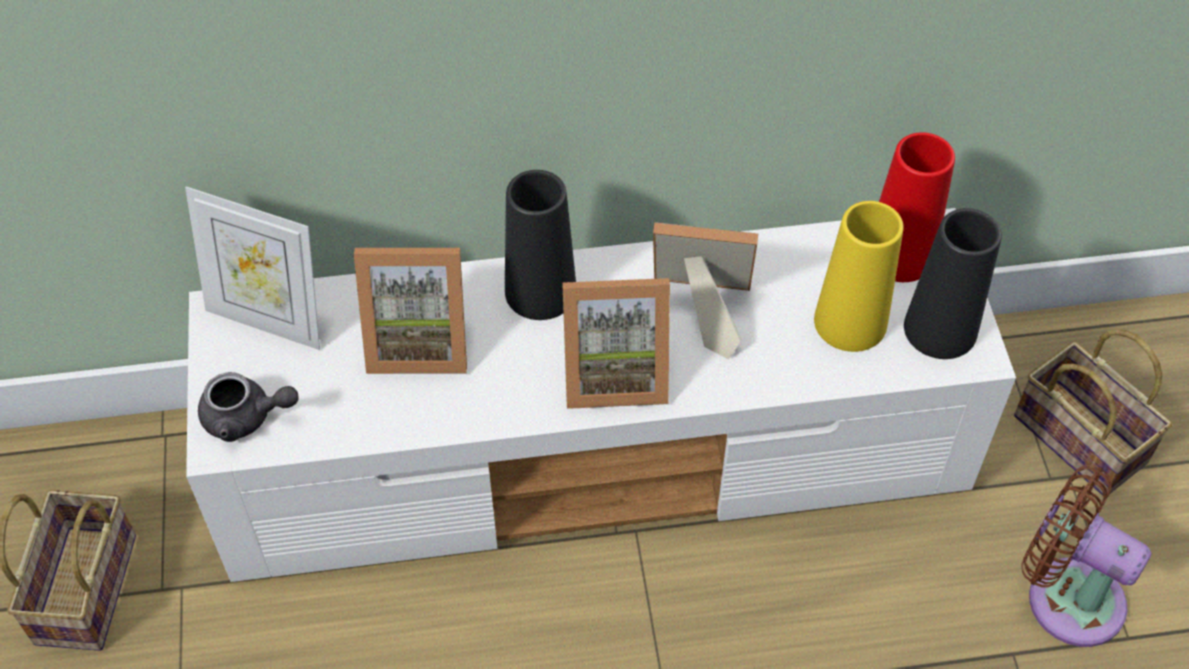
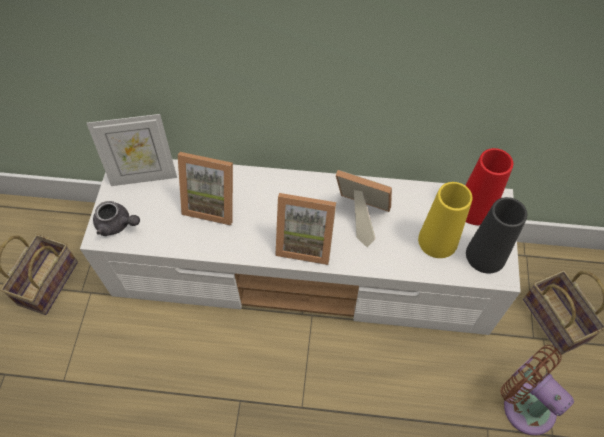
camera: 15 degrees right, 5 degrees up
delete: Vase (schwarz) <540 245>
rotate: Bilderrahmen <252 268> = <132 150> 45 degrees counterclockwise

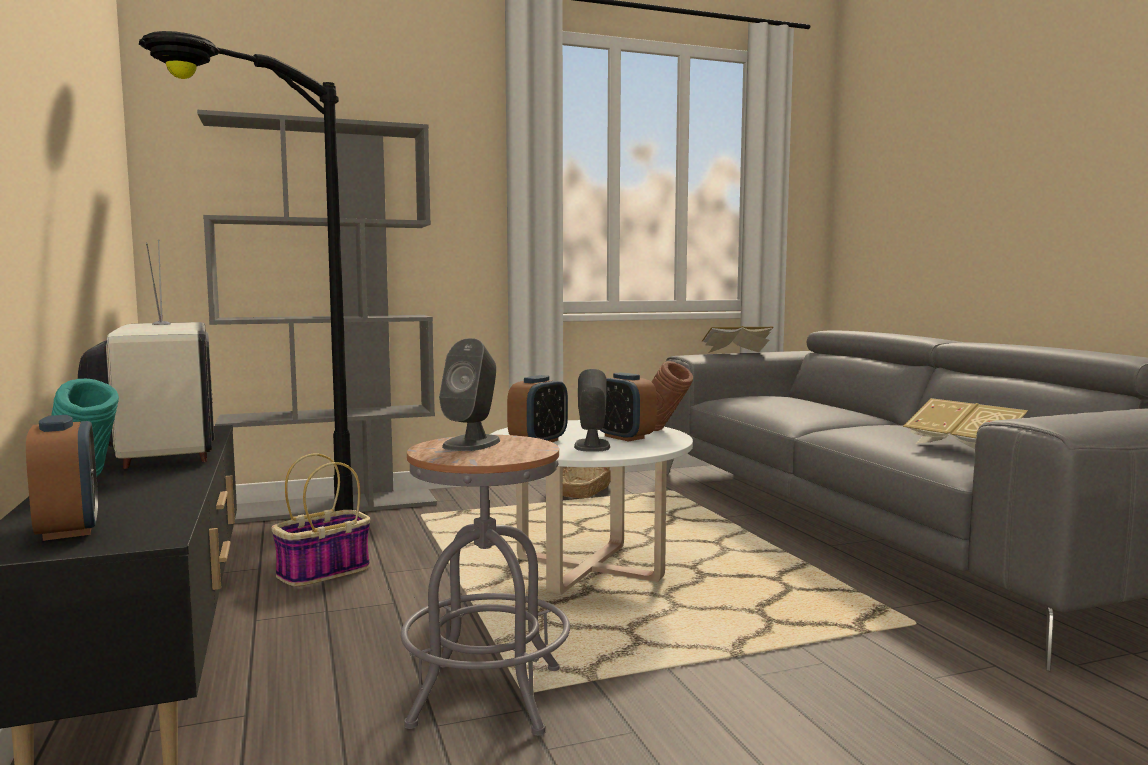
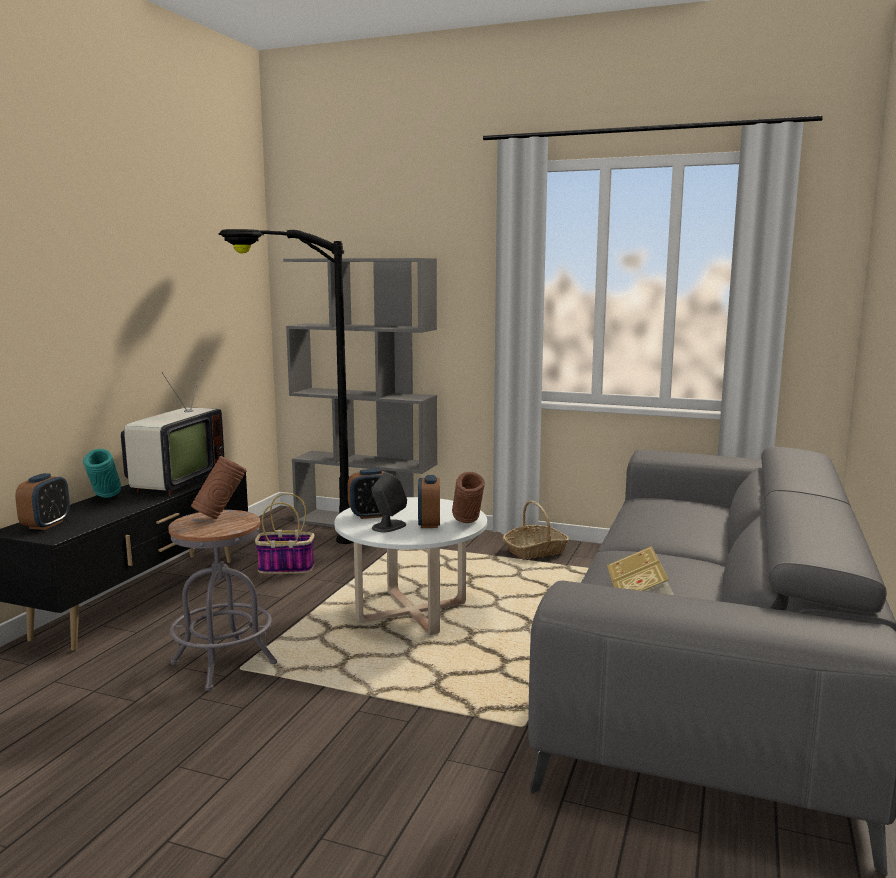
camera: 40 degrees right, 5 degrees up
delete: Buch <737 339>
replace: Lautsprecher (grau) <469 394> to Vase (braun) <218 487>

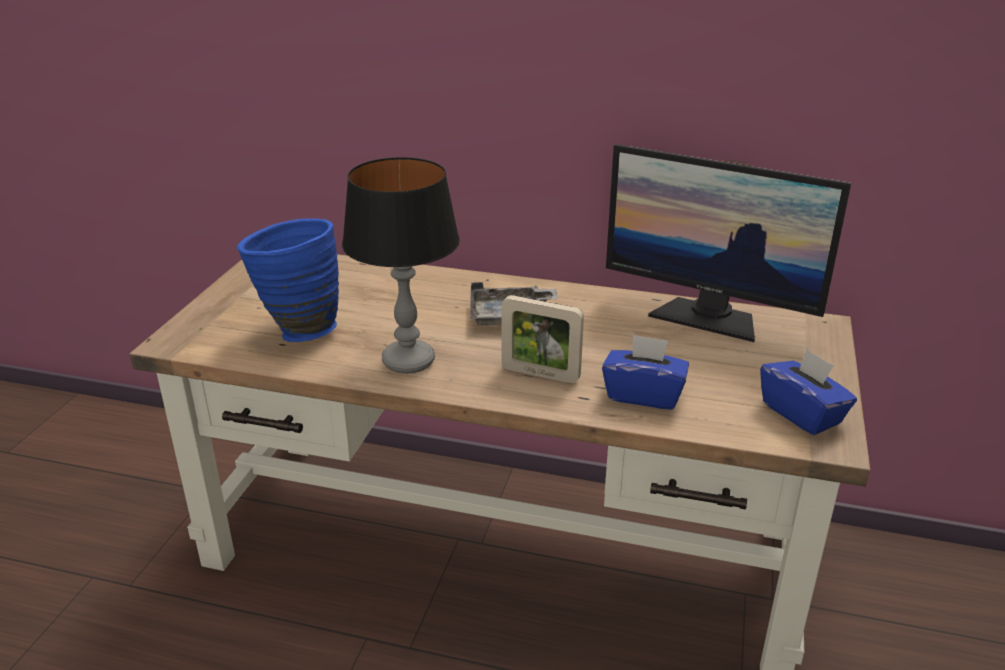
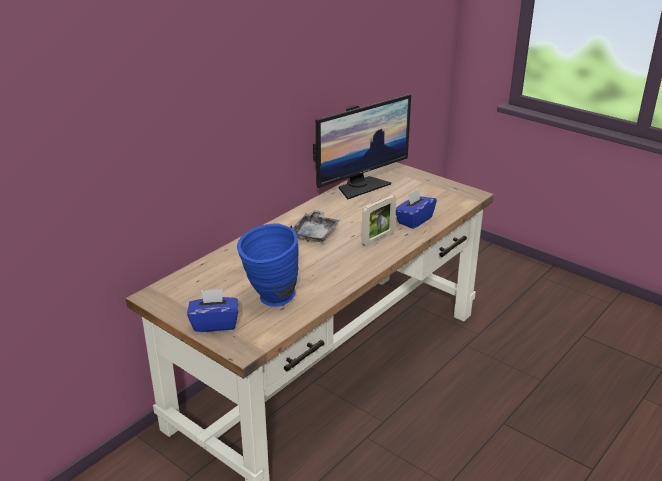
camera: 65 degrees left, 0 degrees up
delete: Tischlampe <401 265>
move: Taschentuchbox (blau) <808 392> to <212 310>

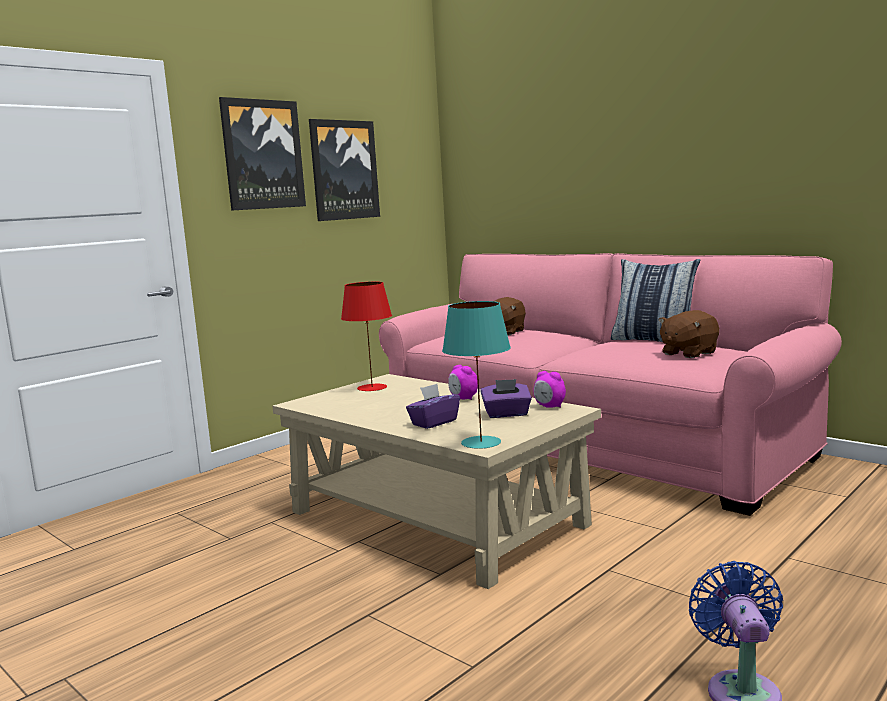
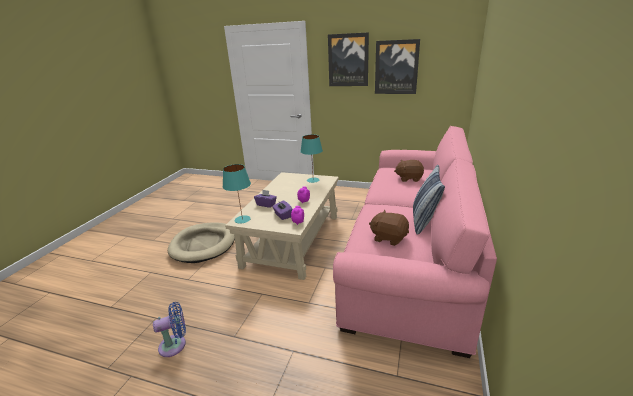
camera: 65 degrees right, 15 degrees up
insert: Hundebett (beige) <201 242>
recolor: Tischlampe (rot) <366 336> to Tischlampe (türkis) <311 158>

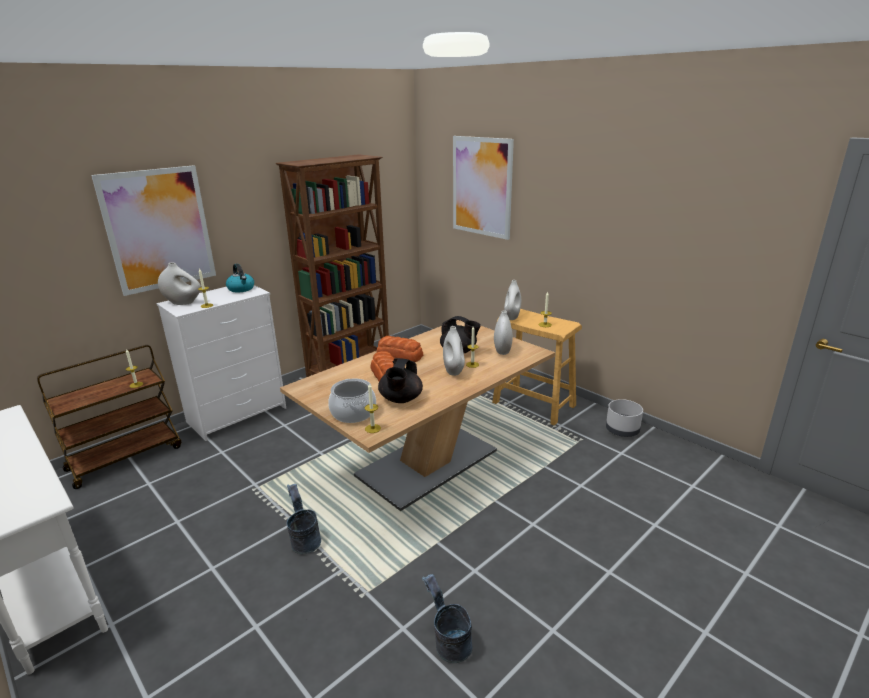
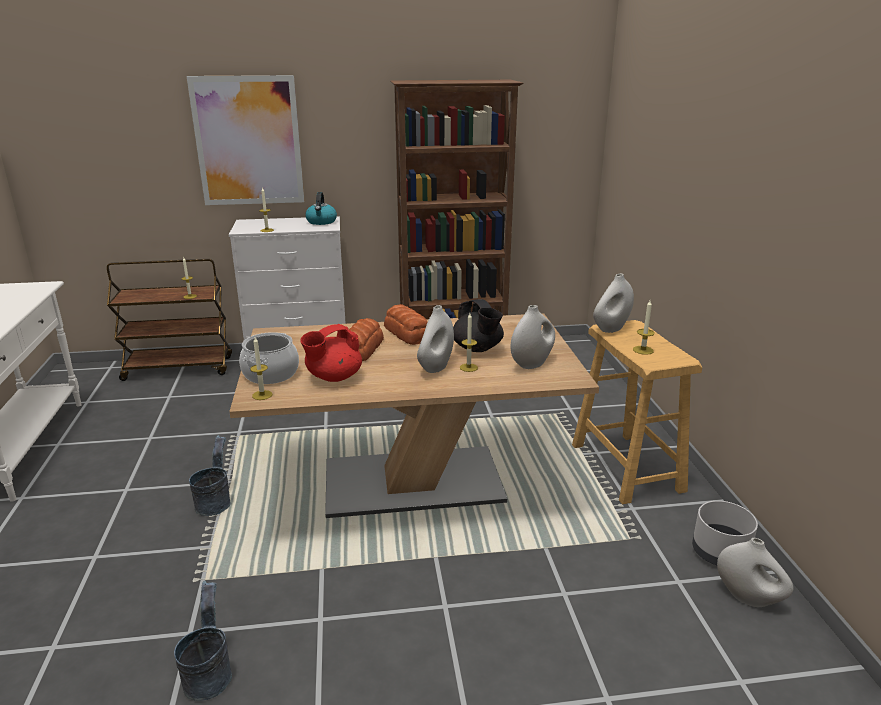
camera: 35 degrees right, 0 degrees up
delete: Bild <483 188>
move: Vase (weiß) <179 284> to <755 572>
recolor: Teekanne (schwarz) <400 380> to Teekanne (rot) <331 353>

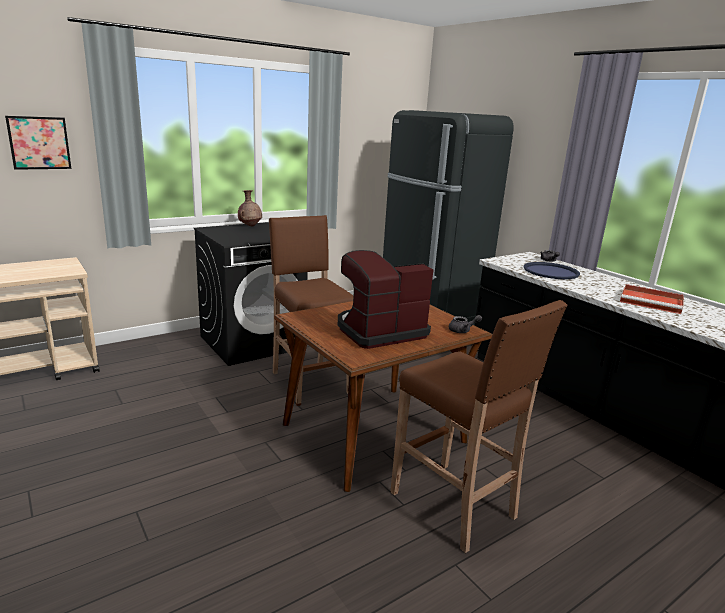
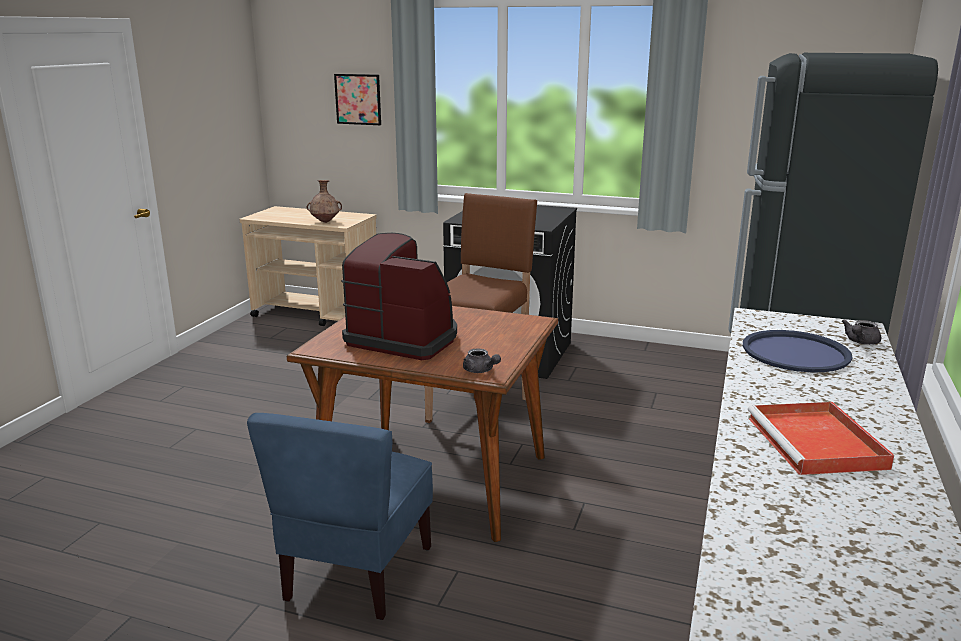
camera: 55 degrees right, 0 degrees up
move: Vase (braun) <250 208> to <324 201>
replace: Hocker (braun) <478 426> to Stuhl (blau) <340 516>

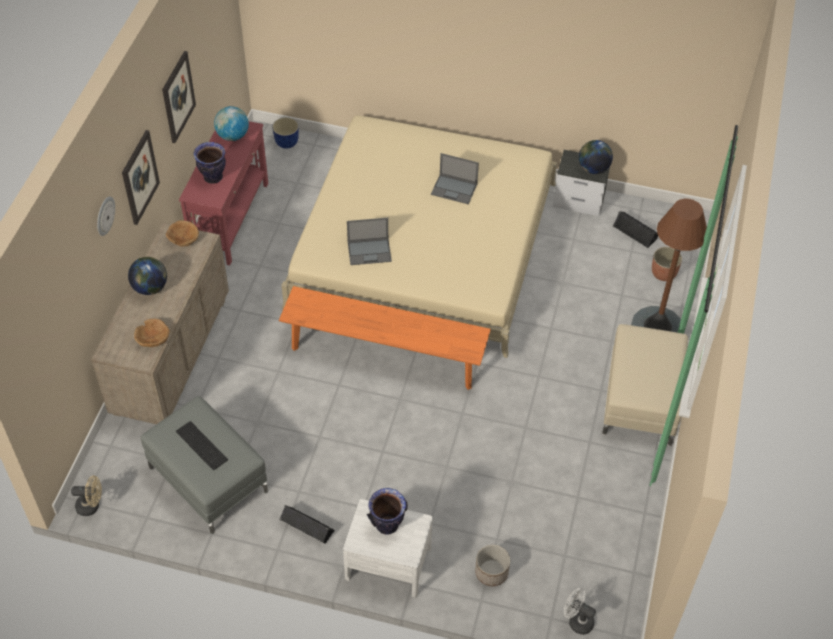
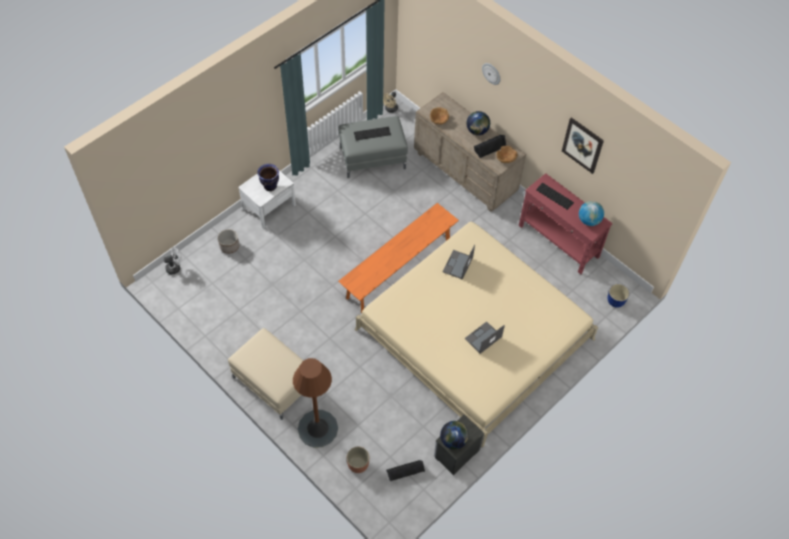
camera: 120 degrees right, 5 degrees up
delete: Bild <141 177>
move: Lautsprecher (schwarz) <307 524> to <490 146>
replace: Vase <209 163> to Tastatur <555 196>

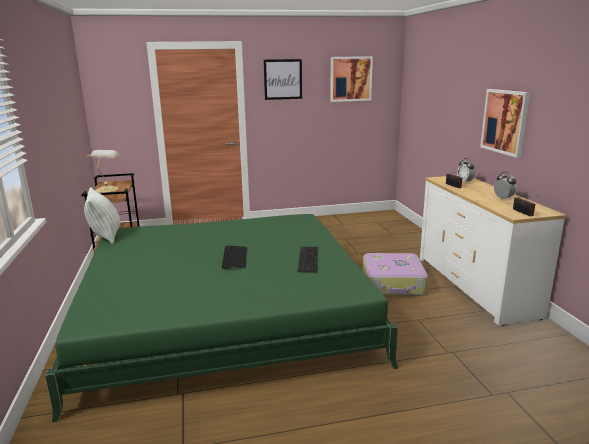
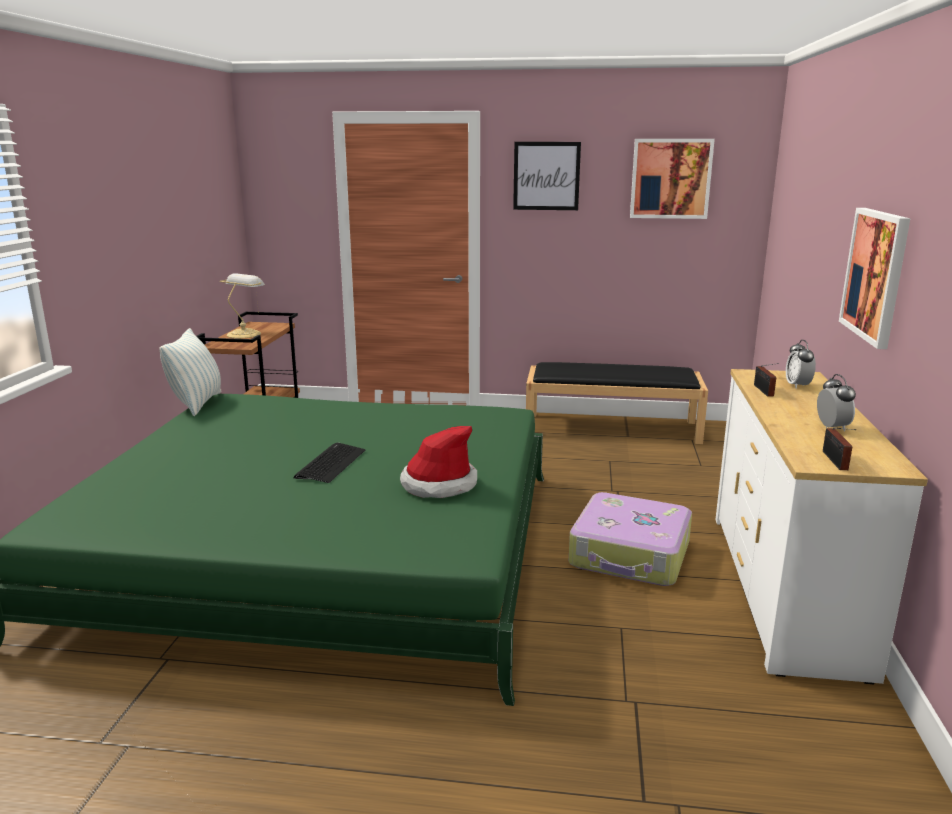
camera: 20 degrees right, 0 degrees up
insert: Bank (schwarz) <617 403>
replace: Tastatur <307 260> to Hut <438 462>

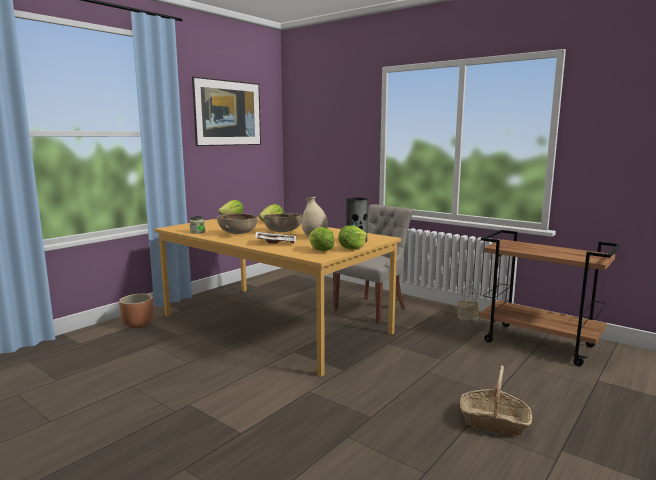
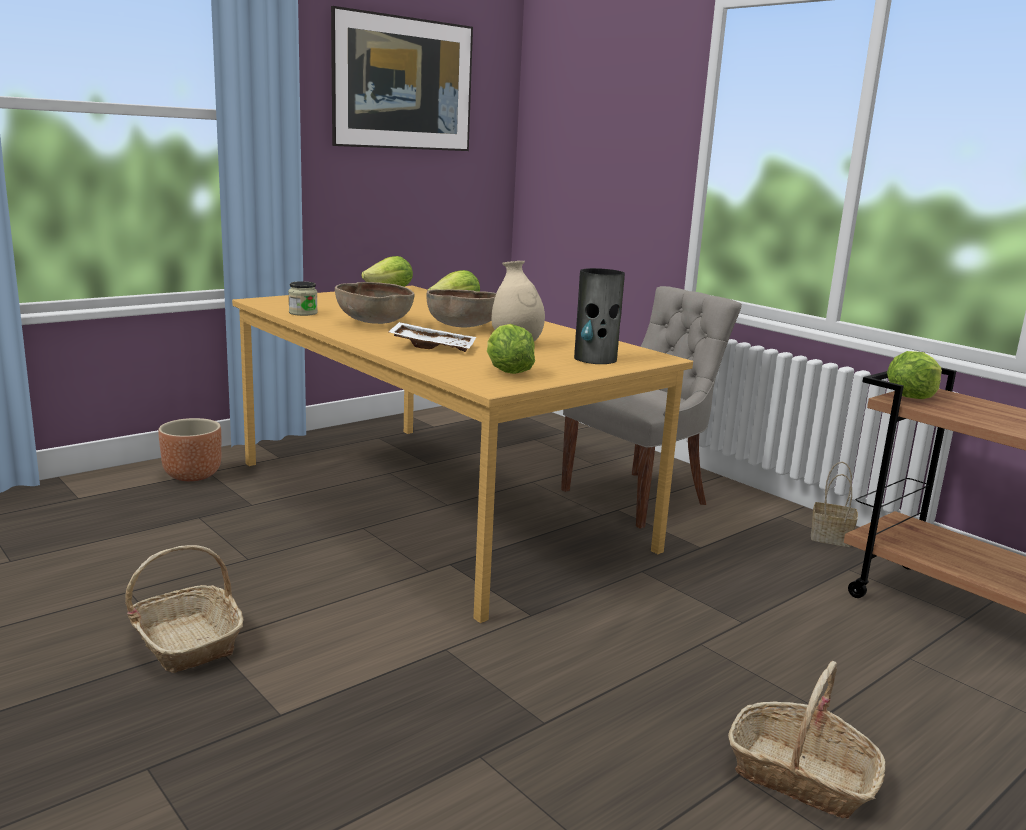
camera: 10 degrees right, 5 degrees up
insert: Korb <184 609>
move: Salatkopf <352 237> to <914 375>

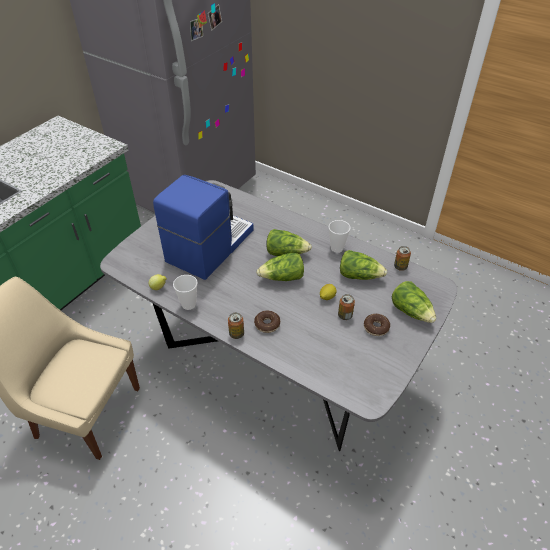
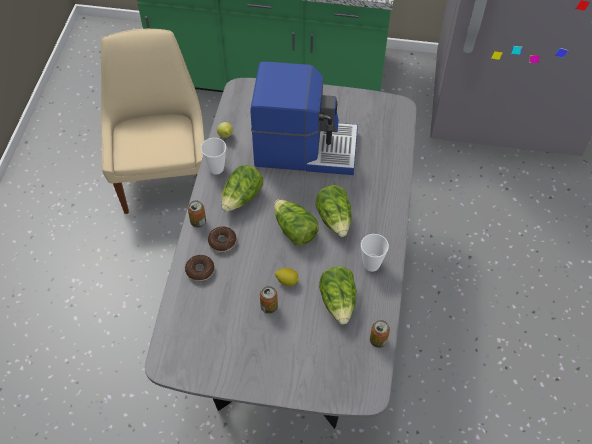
camera: 65 degrees right, 10 degrees up
move: Salatkopf <414 302> to <242 188>; Donut <377 325> to <199 268>

